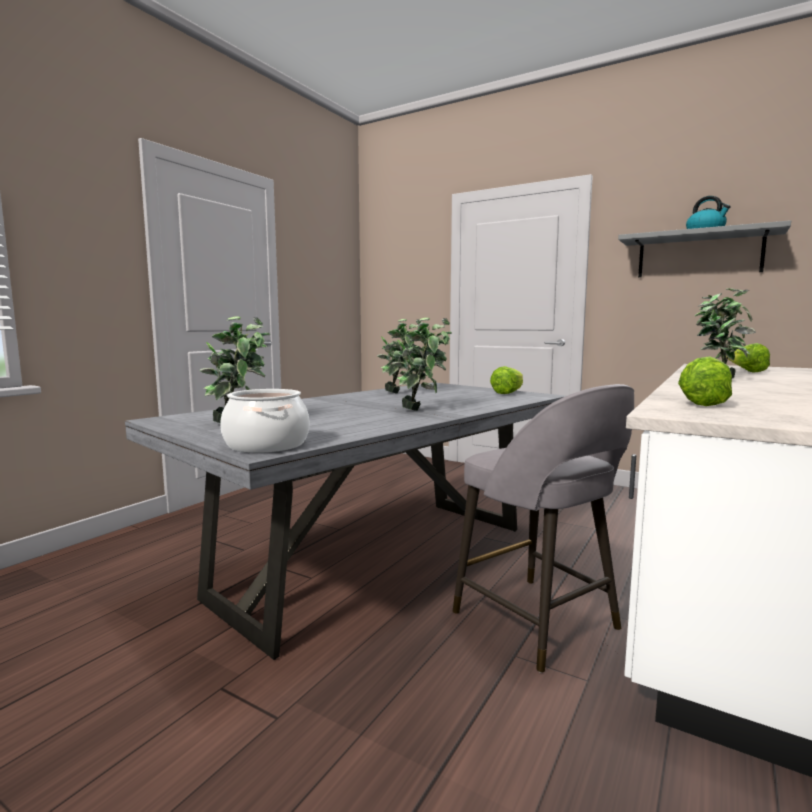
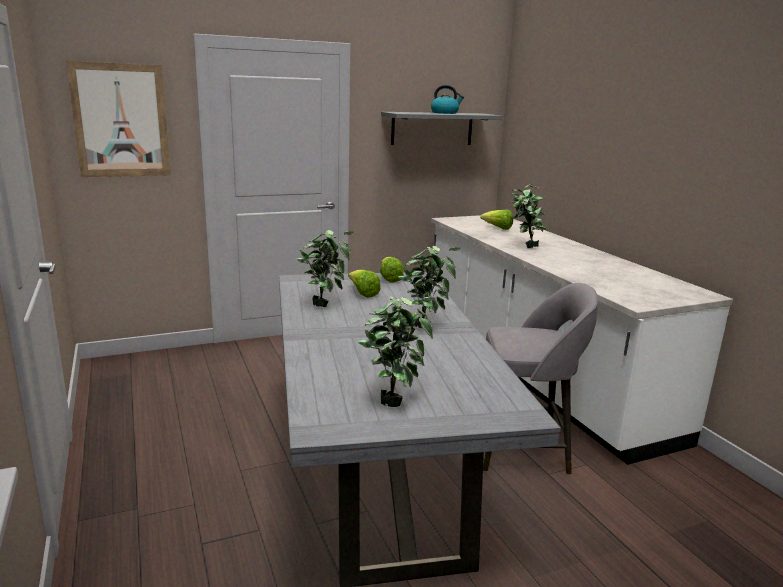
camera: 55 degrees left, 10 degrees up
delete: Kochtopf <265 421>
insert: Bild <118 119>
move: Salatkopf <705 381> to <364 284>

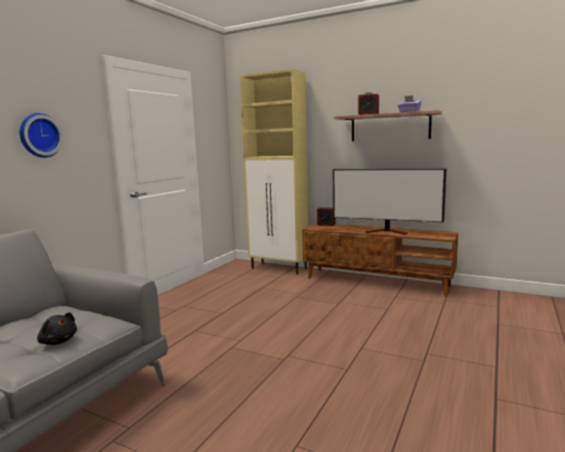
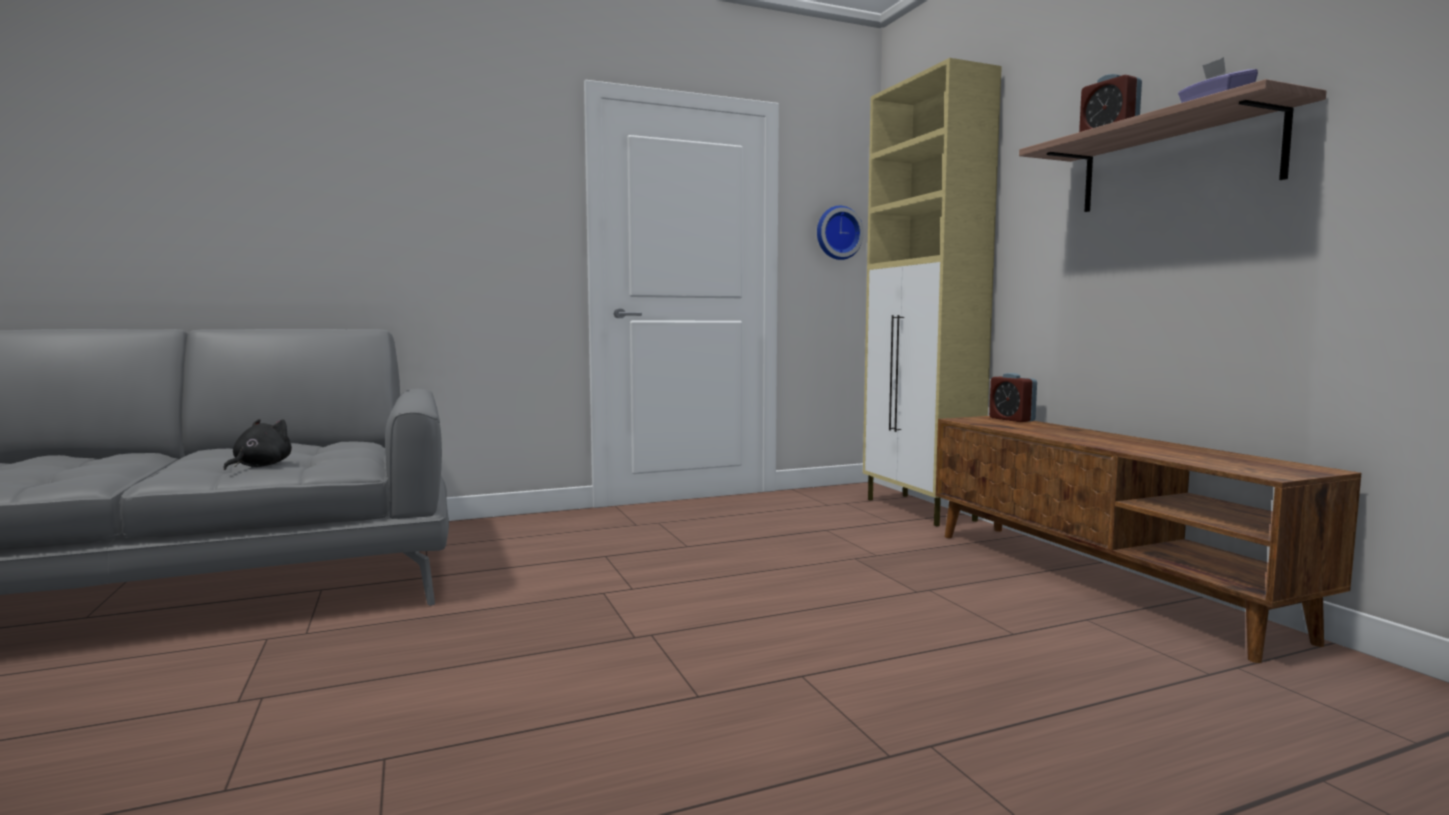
camera: 40 degrees right, 5 degrees down
delete: Fernseher <389 202>
move: Wanduhr <41 135> to <840 233>
rotate: Plüschtier (schwarz) <57 328> = <257 444> 150 degrees counterclockwise

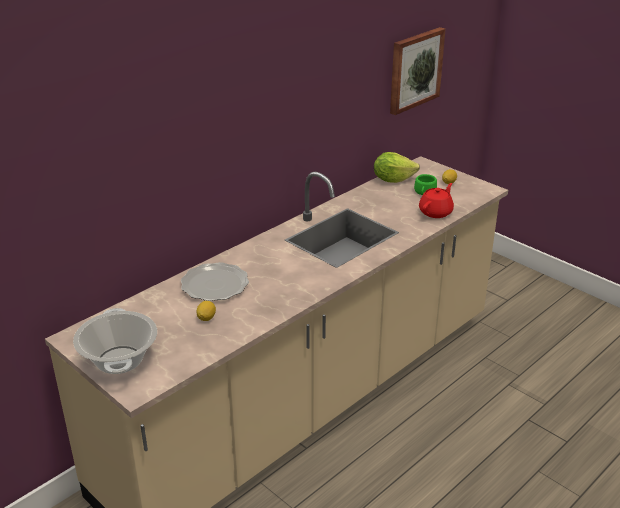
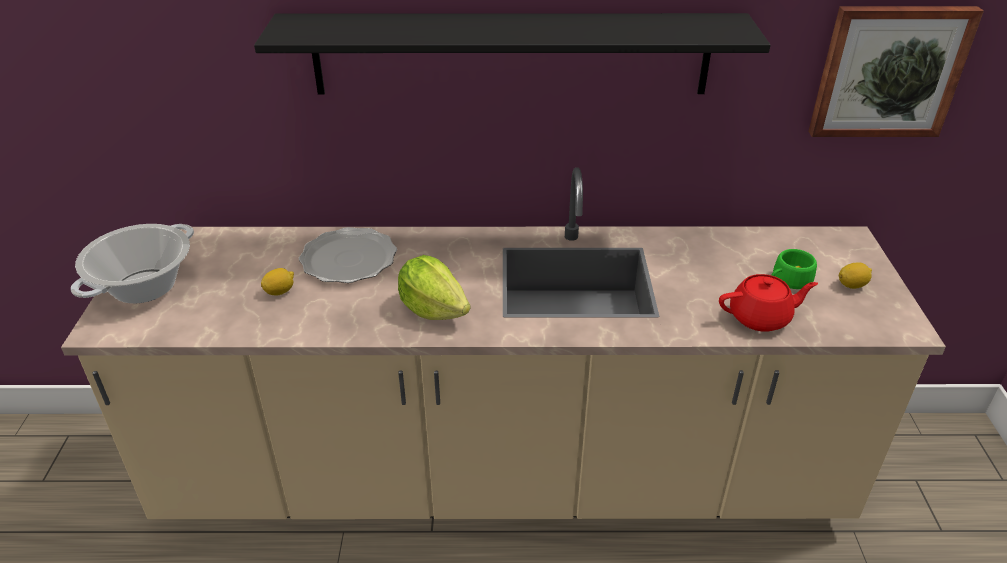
camera: 45 degrees right, 5 degrees up
insert: Wandregal (schwarz) <512 53>
move: Salatkopf <397 167> to <434 287>

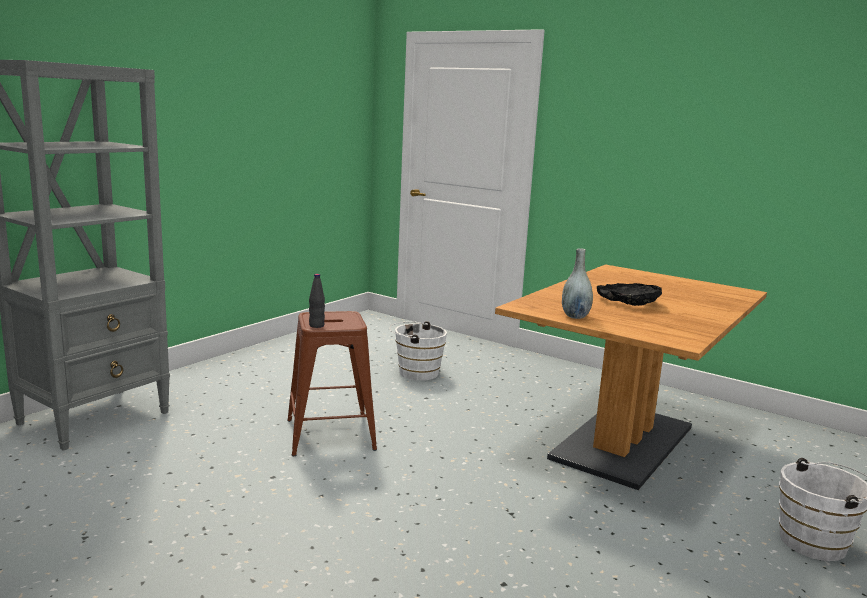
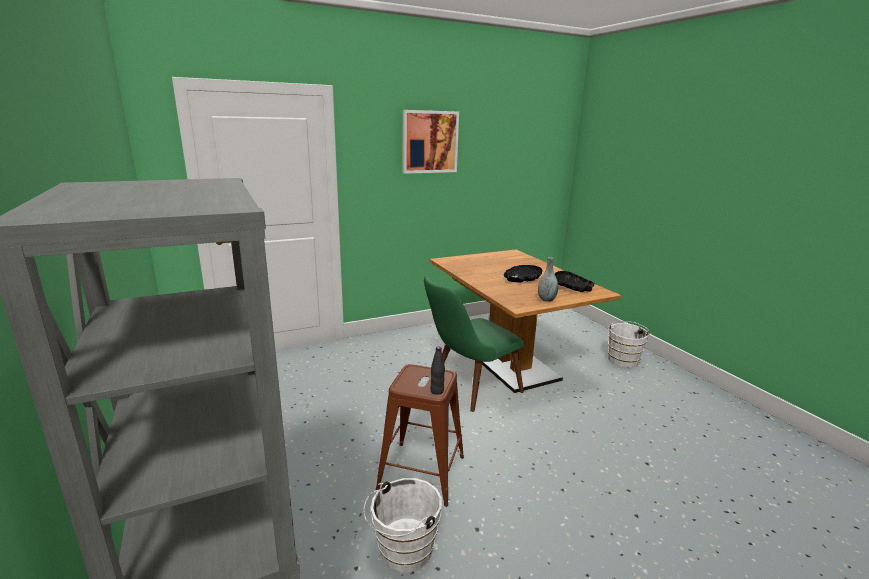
camera: 60 degrees left, 5 degrees up
insert: Bild <431 142>; Schüssel (schwarz) <574 281>; Stuhl (grün) <474 344>
move: Eimer (weiß) <418 351> to <402 525>

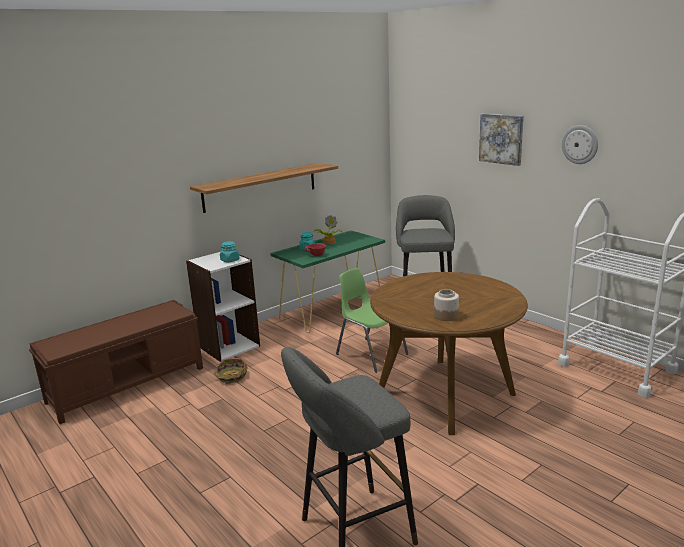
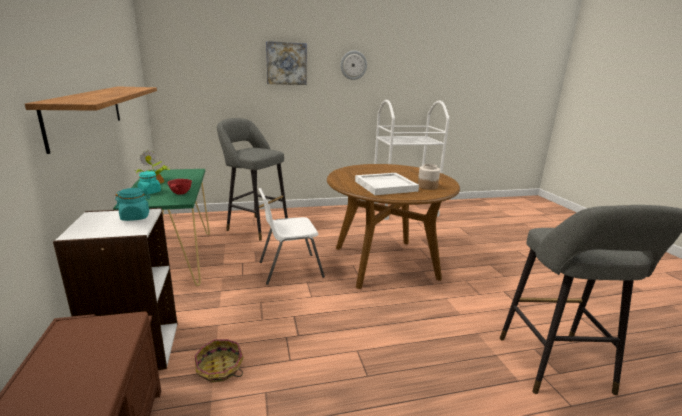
camera: 65 degrees left, 0 degrees up
insert: Tablett (weiß) <387 184>
recolor: Stuhl (grün) <372 320> to Stuhl (weiß) <292 236>

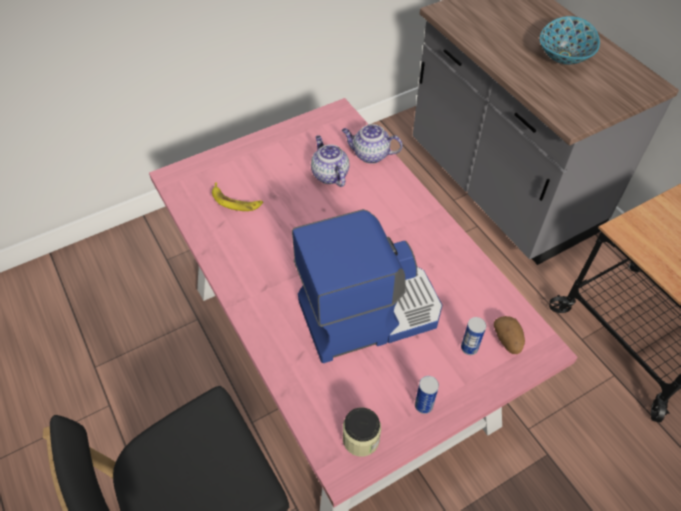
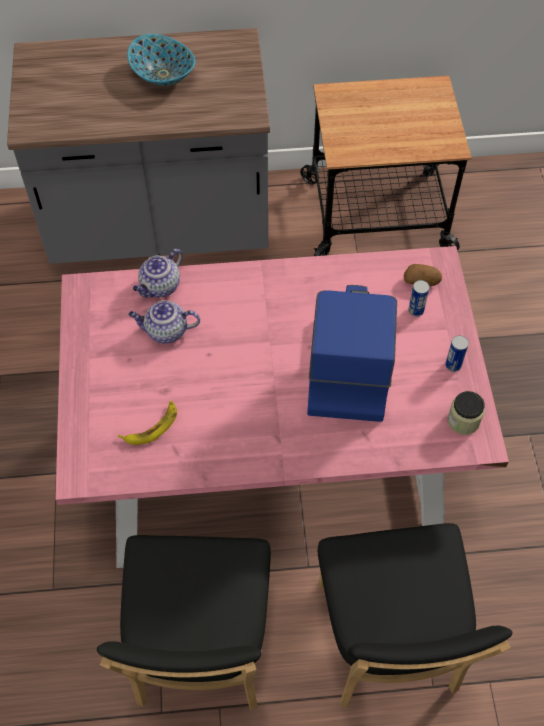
camera: 65 degrees left, 5 degrees up
insert: Stuhl (schwarz) <184 622>

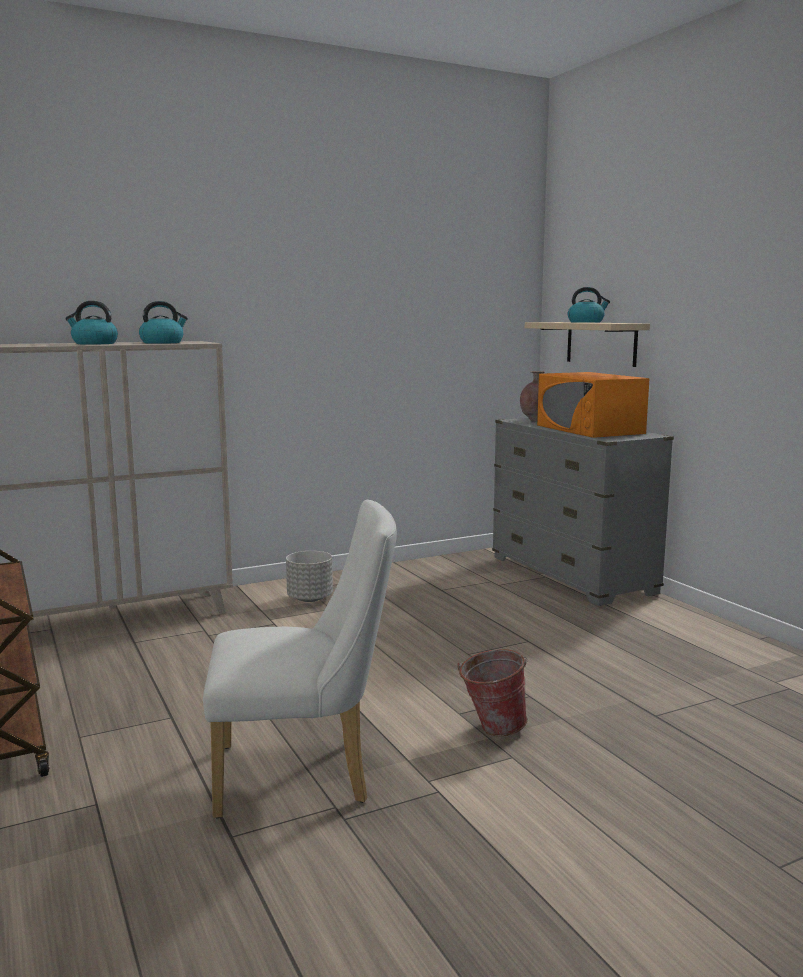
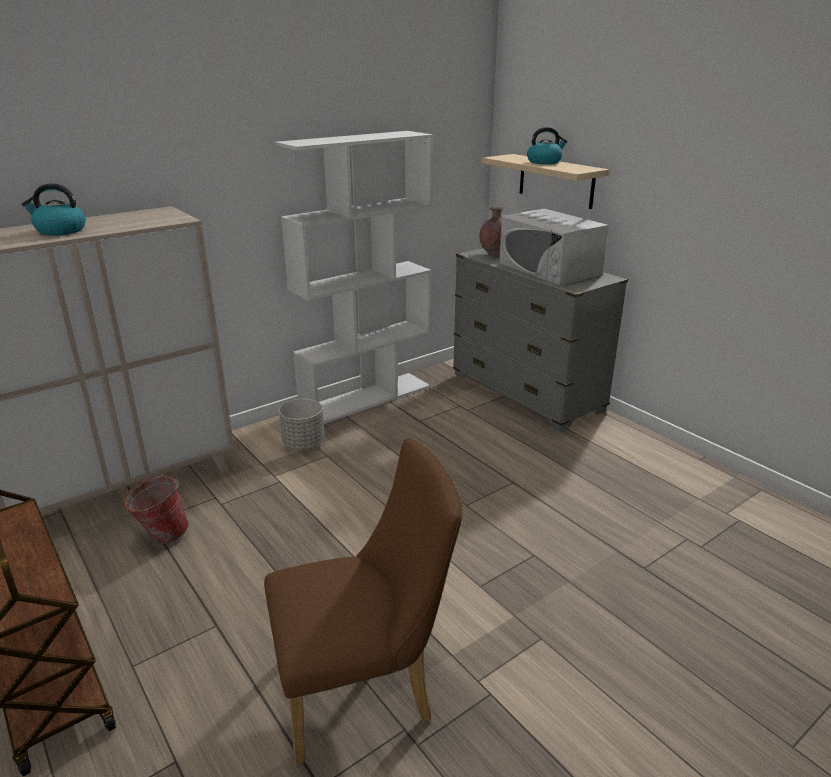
camera: 10 degrees left, 15 degrees up
delete: Wasserkessel <163 322>
insert: Bücherregal (weiß) <353 277>
move: Eimer <492 692> to <156 510>
recolor: Mikrowelle (orange) <593 405> to Mikrowelle (weiß) <554 247>; Stuhl (weiß) <300 659> to Stuhl (braun) <363 601>

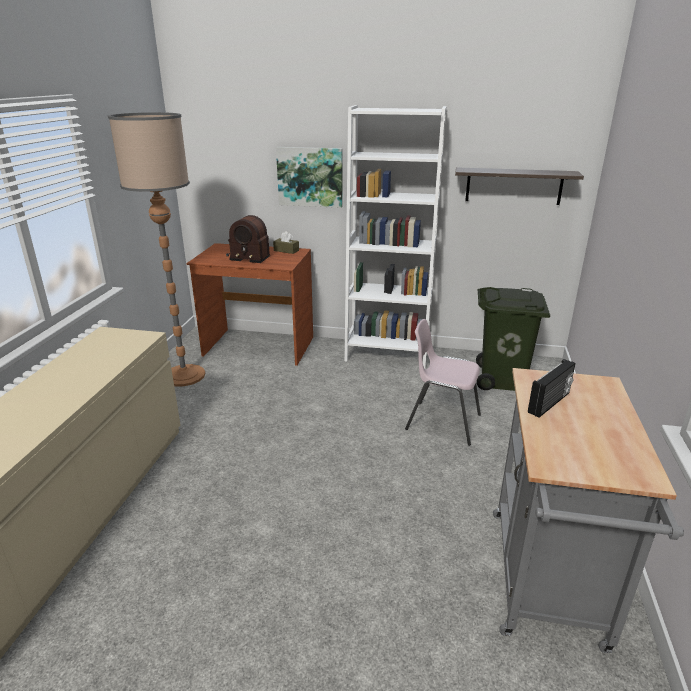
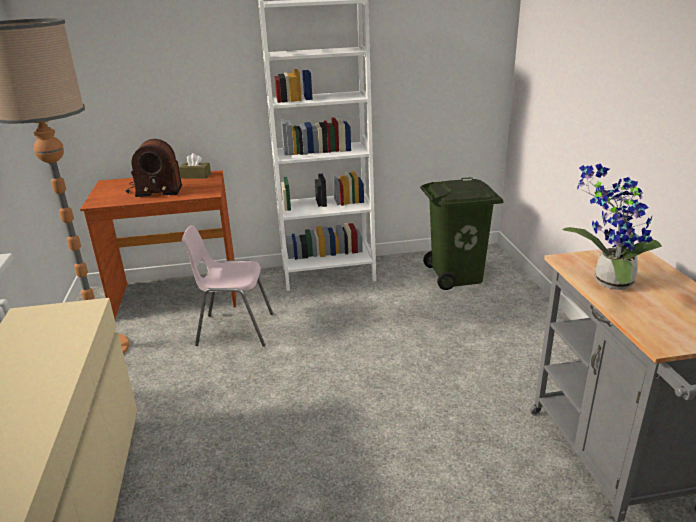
camera: 20 degrees left, 0 degrees up
delete: Bild <309 177>; Wandregal <519 186>
move: Stuhl (rosa) <443 382> to <227 286>
replace: Radio <552 388> to Topfpflanze <612 227>

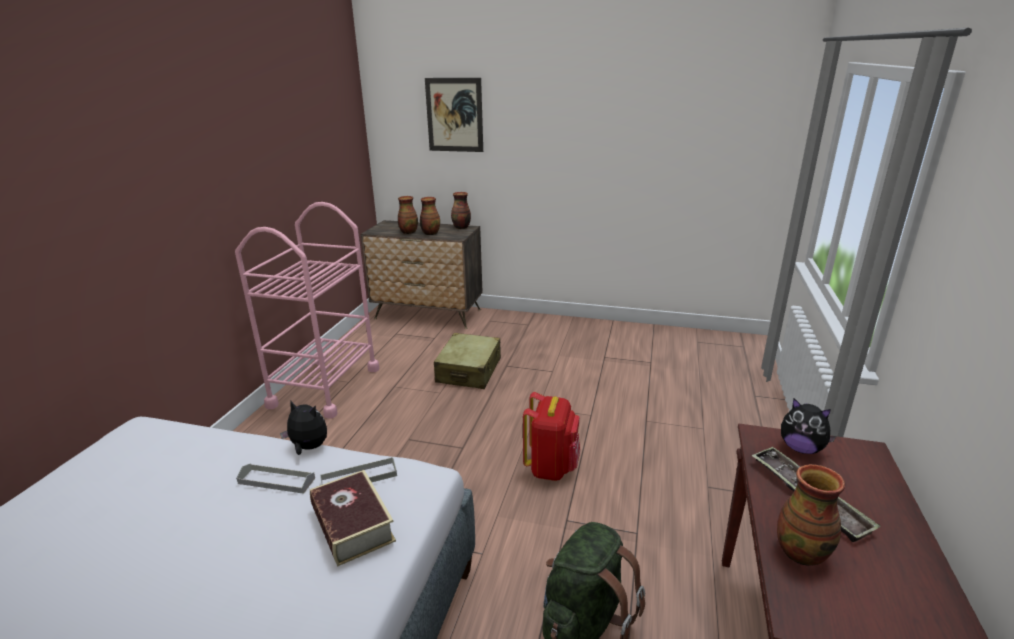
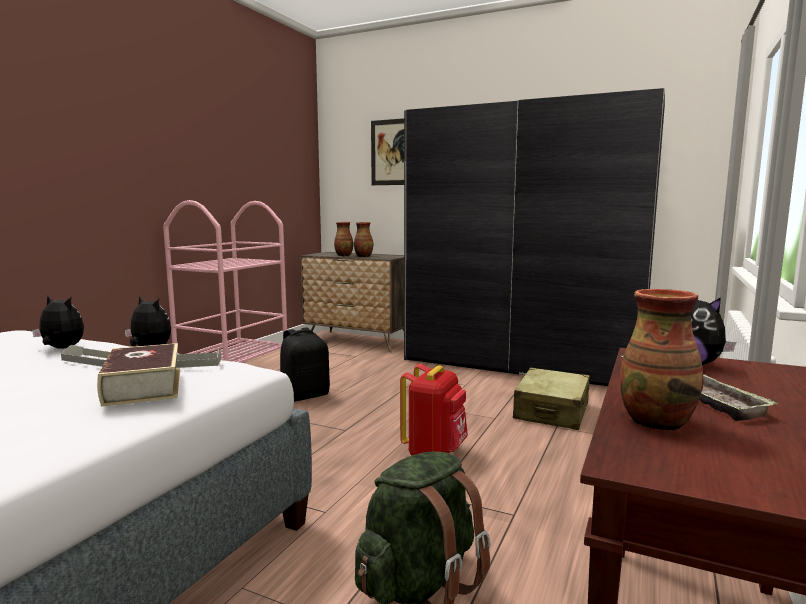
camera: 10 degrees right, 15 degrees down
delete: Vase <461 210>
insert: Kleiderschrank (grau) <534 237>; Plüschtier <58 322>; Rucksack (schwarz) <305 364>
move: Koffer (beige) <467 361> to <551 399>

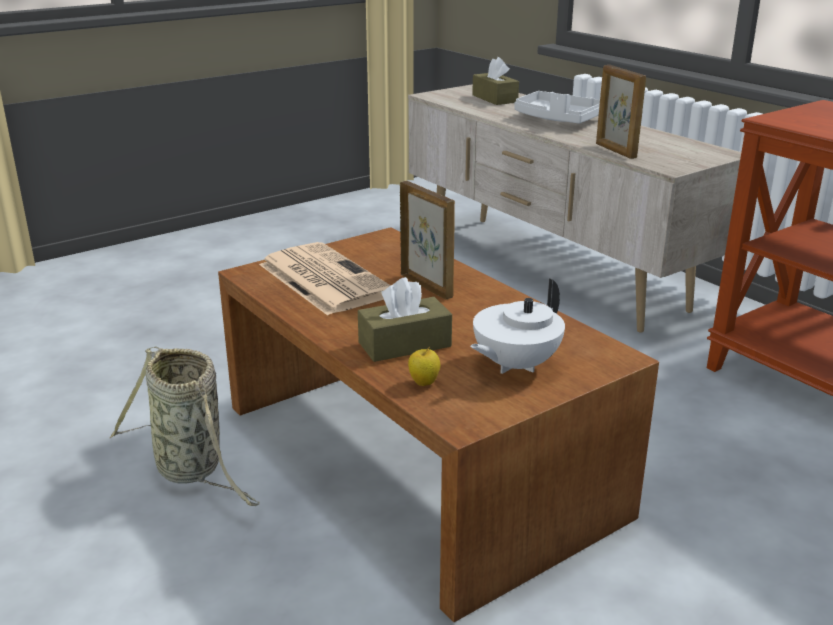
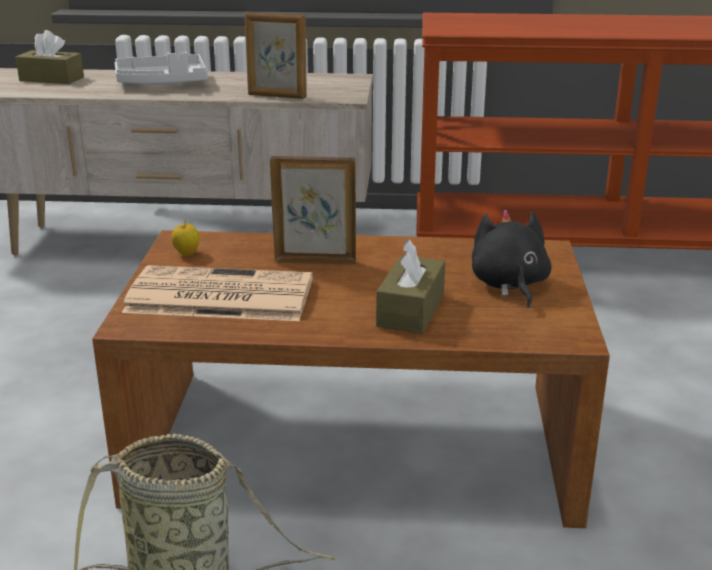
camera: 50 degrees left, 0 degrees up
move: Apfel <424 366> to <185 238>
replace: Teekanne (weiß) <517 326> to Plüschtier (schwarz) <512 259>

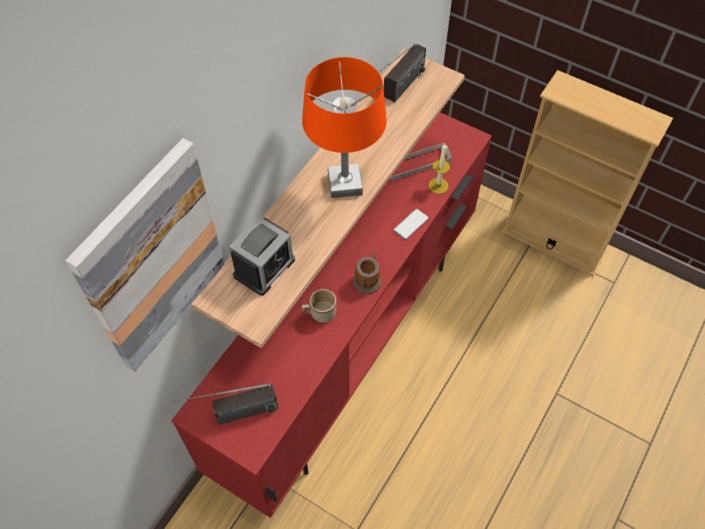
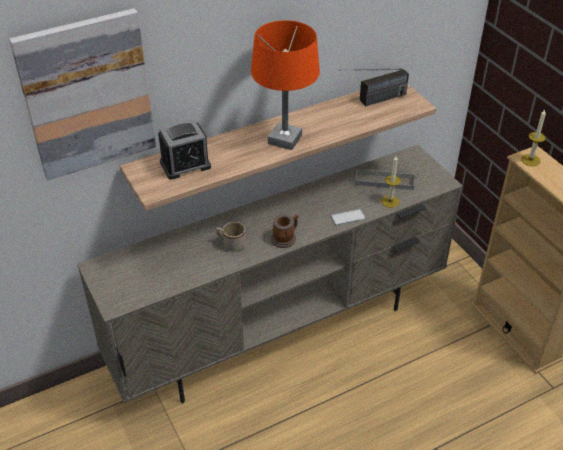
camera: 30 degrees right, 15 degrees down
delete: Radio <225 404>
insert: Kerze <533 138>
recolor: Fernsehschrank (rot) <331 315> to Fernsehschrank (beige) <270 274>

